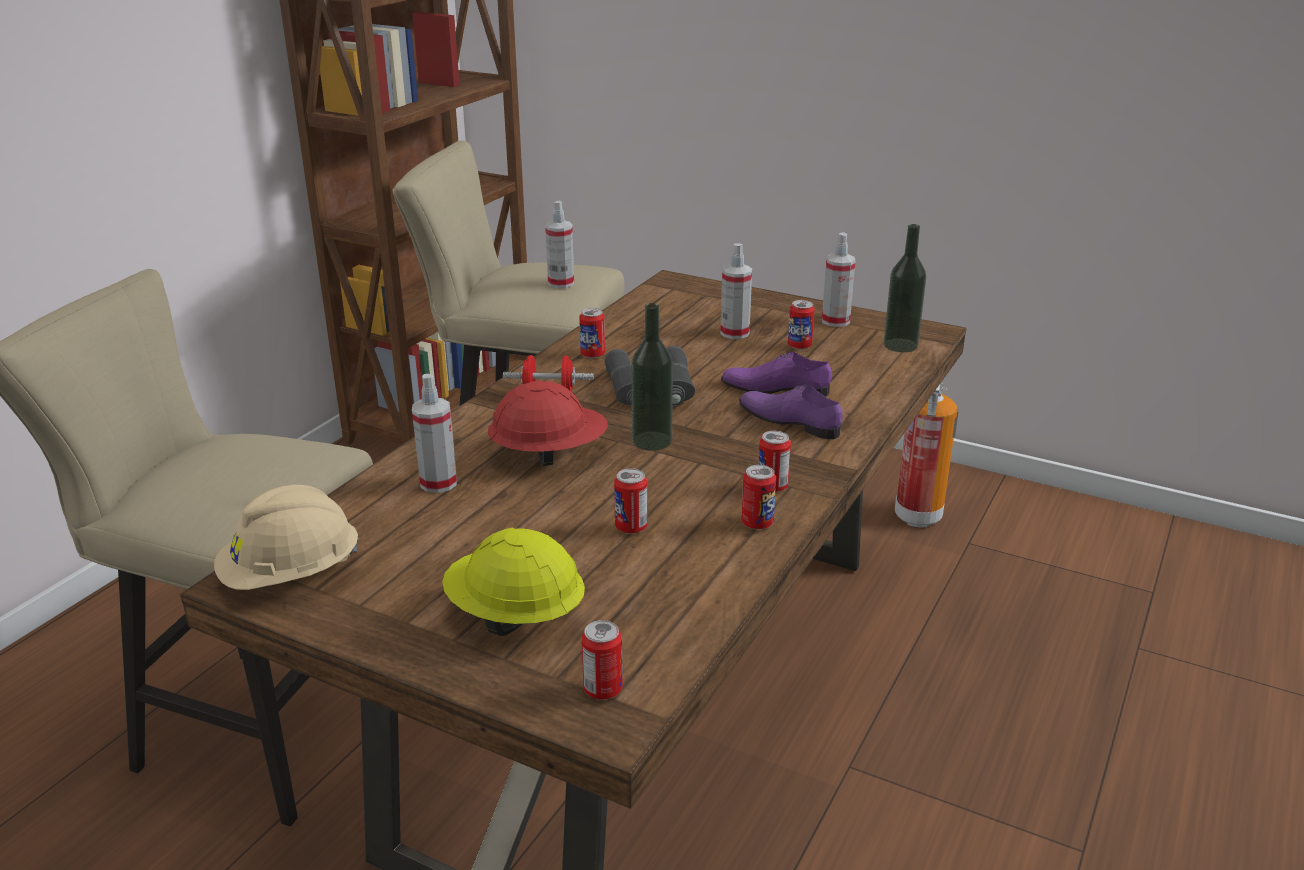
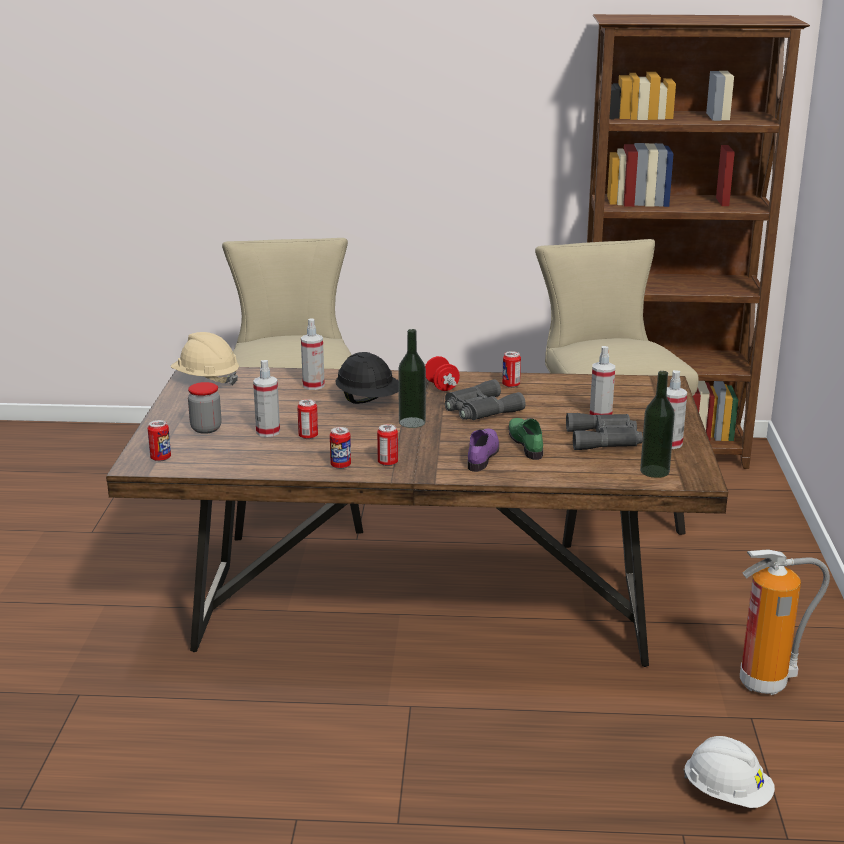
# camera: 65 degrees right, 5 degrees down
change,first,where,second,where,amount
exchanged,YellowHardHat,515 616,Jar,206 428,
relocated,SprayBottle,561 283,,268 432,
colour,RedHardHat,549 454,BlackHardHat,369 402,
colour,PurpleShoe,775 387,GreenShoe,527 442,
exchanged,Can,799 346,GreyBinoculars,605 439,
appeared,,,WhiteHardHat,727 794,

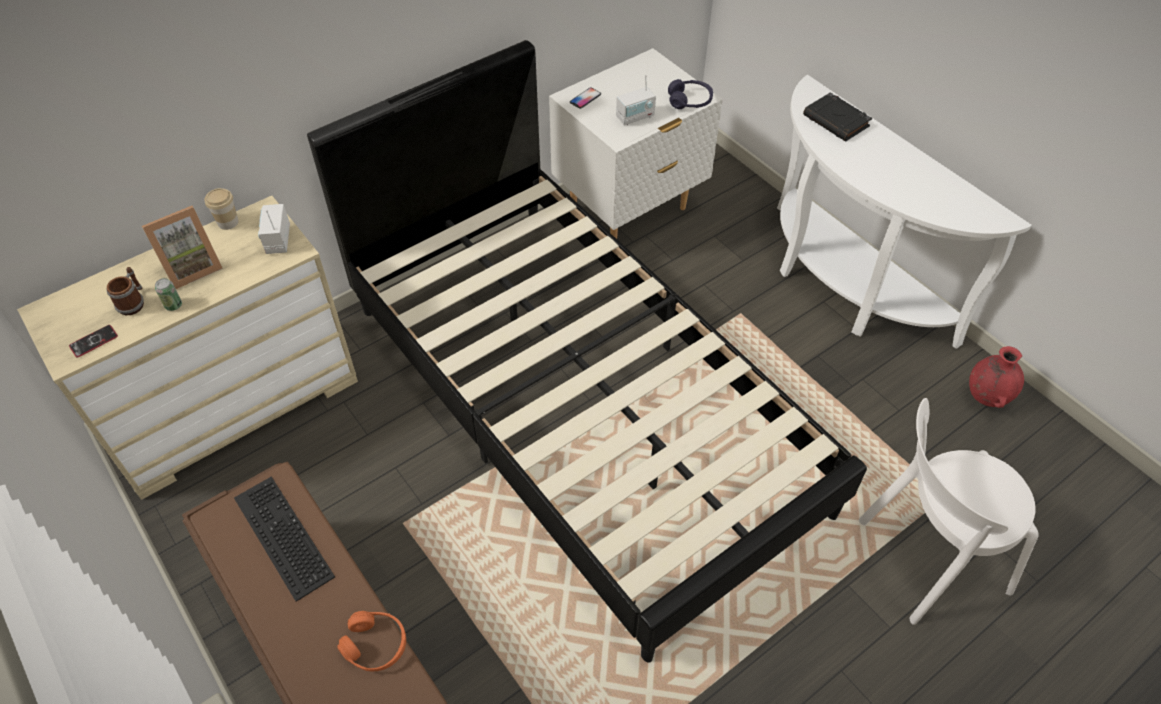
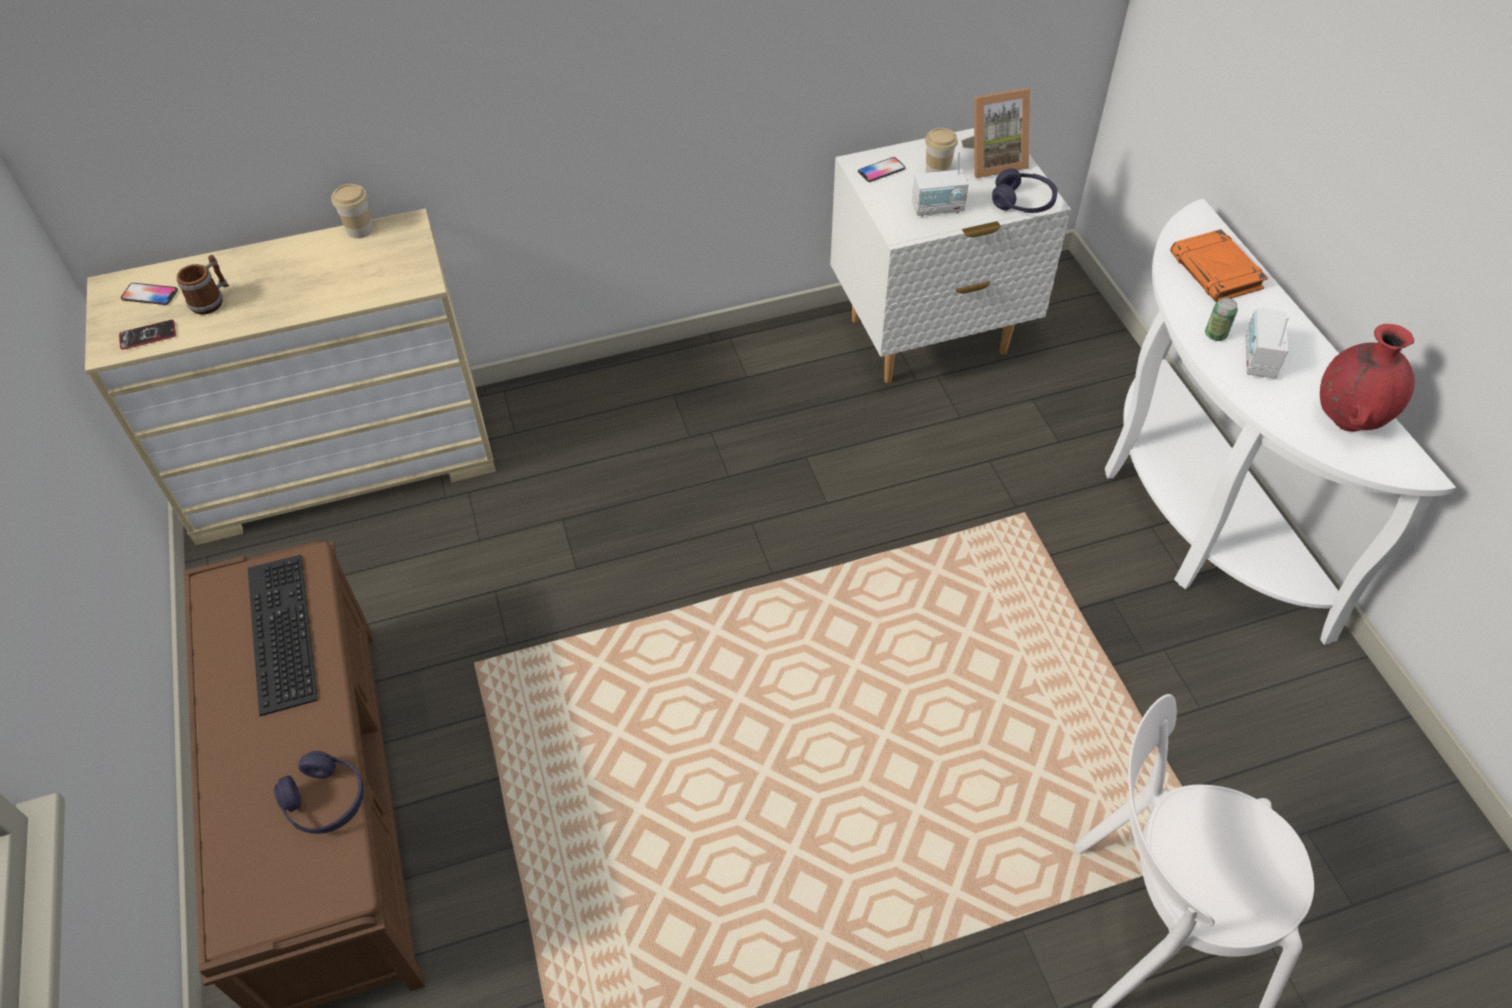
# camera: 20 degrees right, 0 degrees up
change,first,where,second,where,amount
appeared,,,Phone,150 295,
colour,OrangeHeadphones,375 645,PurpleHeadphones,325 800,
appeared,,,Cup,937 171,
relocated,PictureFrame,191 267,,993 161,
colour,BlackBook,836 121,OrangeBook,1216 272,
relocated,Can,173 305,,1215 335,
relocated,Radio,278 240,,1258 359,
relocated,RedVase,985 397,,1347 419,
missing,BlackBed,580 404,,,

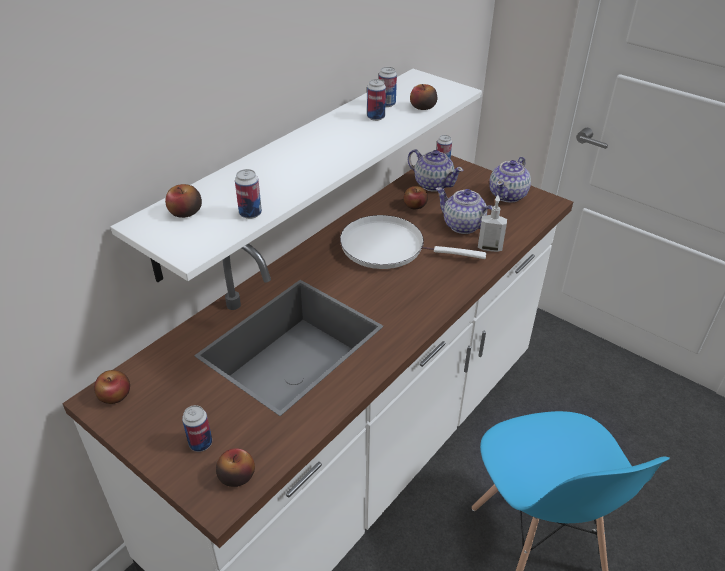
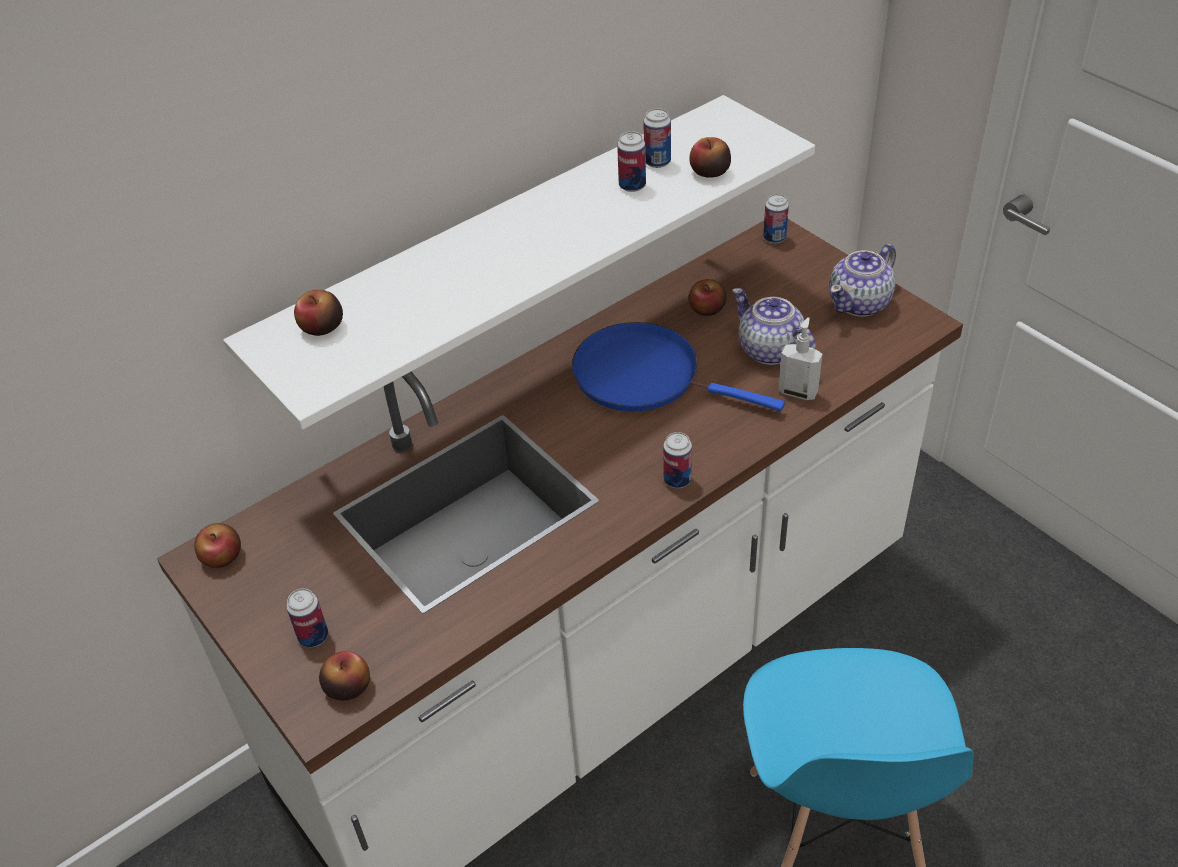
# camera: 15 degrees right, 5 degrees up
change,first,where,second,where,amount
colour,WhiteFryingPan,388 247,BlueFryingPan,645 376,
relocated,Can,250 213,,677 480,
missing,Teapot,433 184,,,

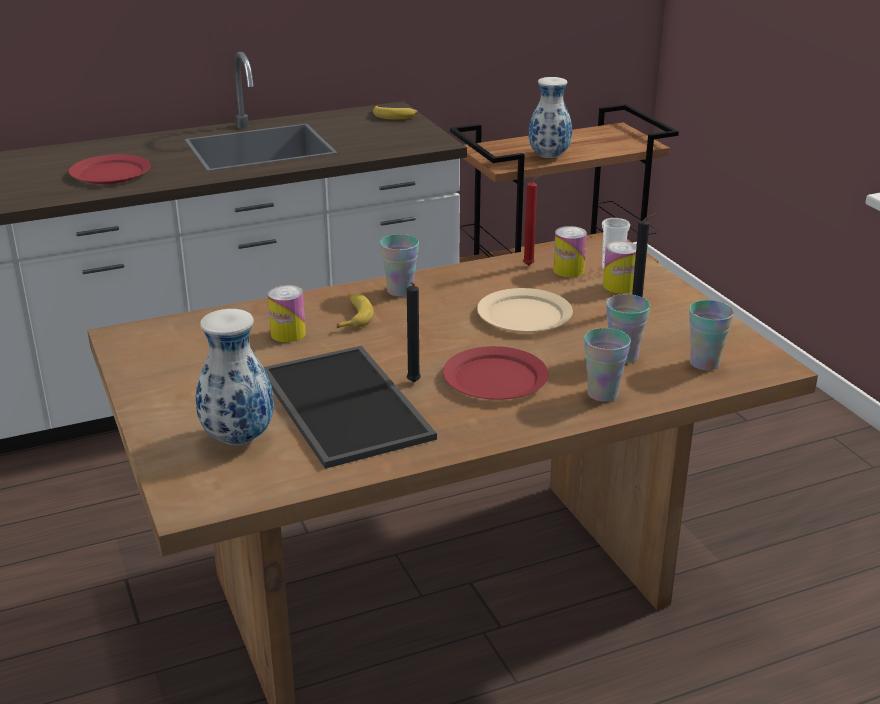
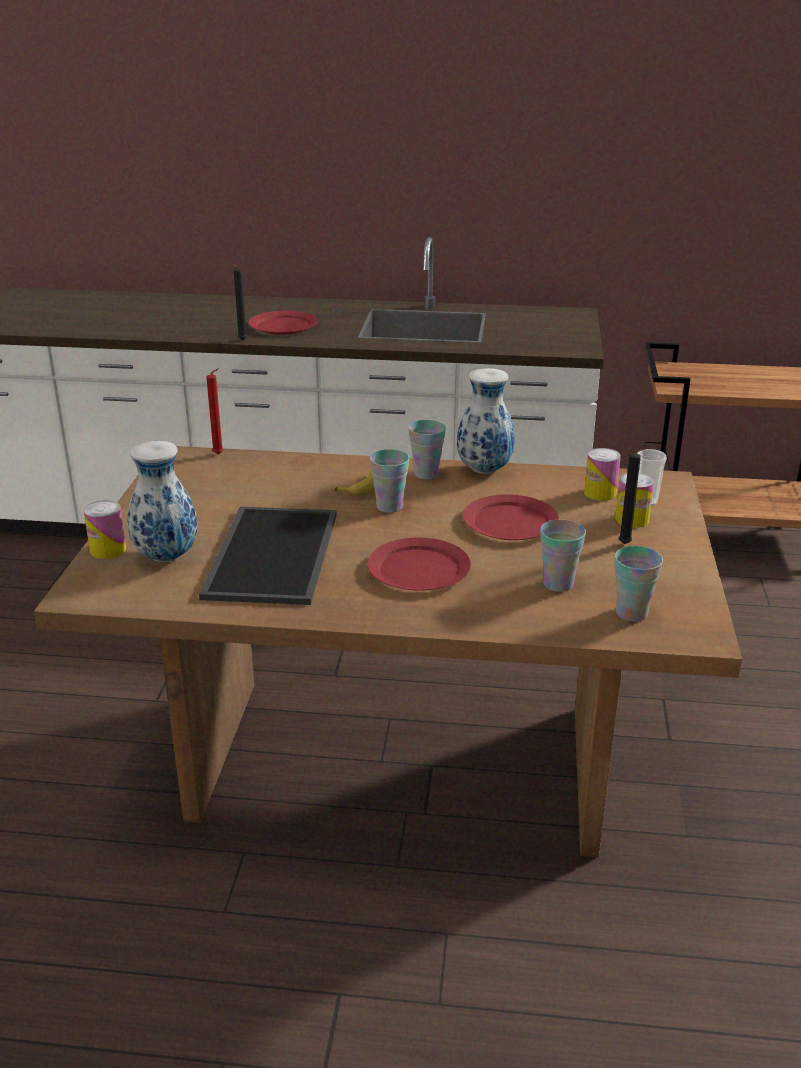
# camera: 30 degrees right, 0 degrees up
change,first,where,second,where,amount
relocated,Can,288 334,,108 550,
relocated,RedCandle,530 265,,219 455,
relocated,BlackCandle,413 383,,241 340,
relocated,Cup,602 394,,389 507,
relocated,Vase,549 156,,485 470,
colour,BeigePlate,525 315,RedPlate,511 522,
missing,Banana,394 116,,,

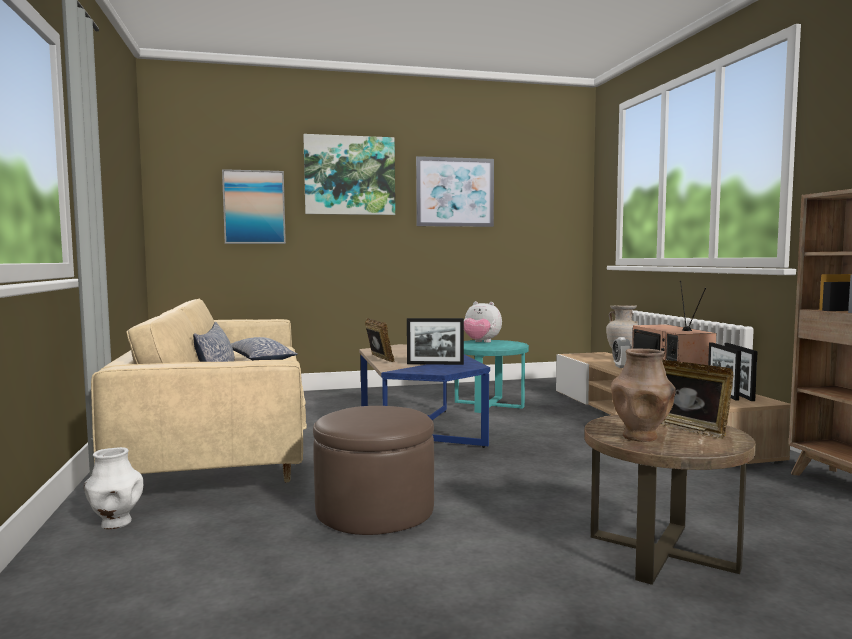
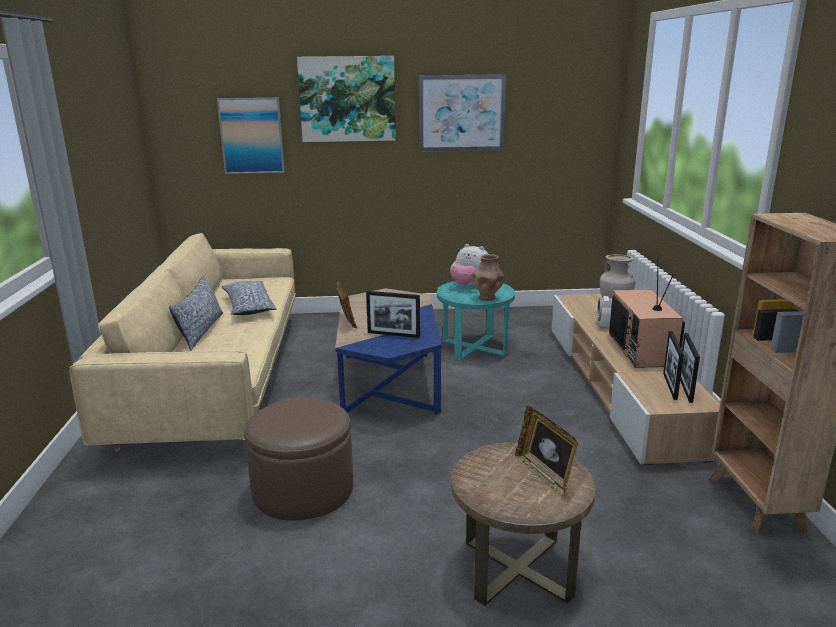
# camera: 10 degrees right, 15 degrees up
change,first,where,second,where,amount
relocated,BrownVase,641 437,,487 298,
missing,WhiteVase,115 523,,,

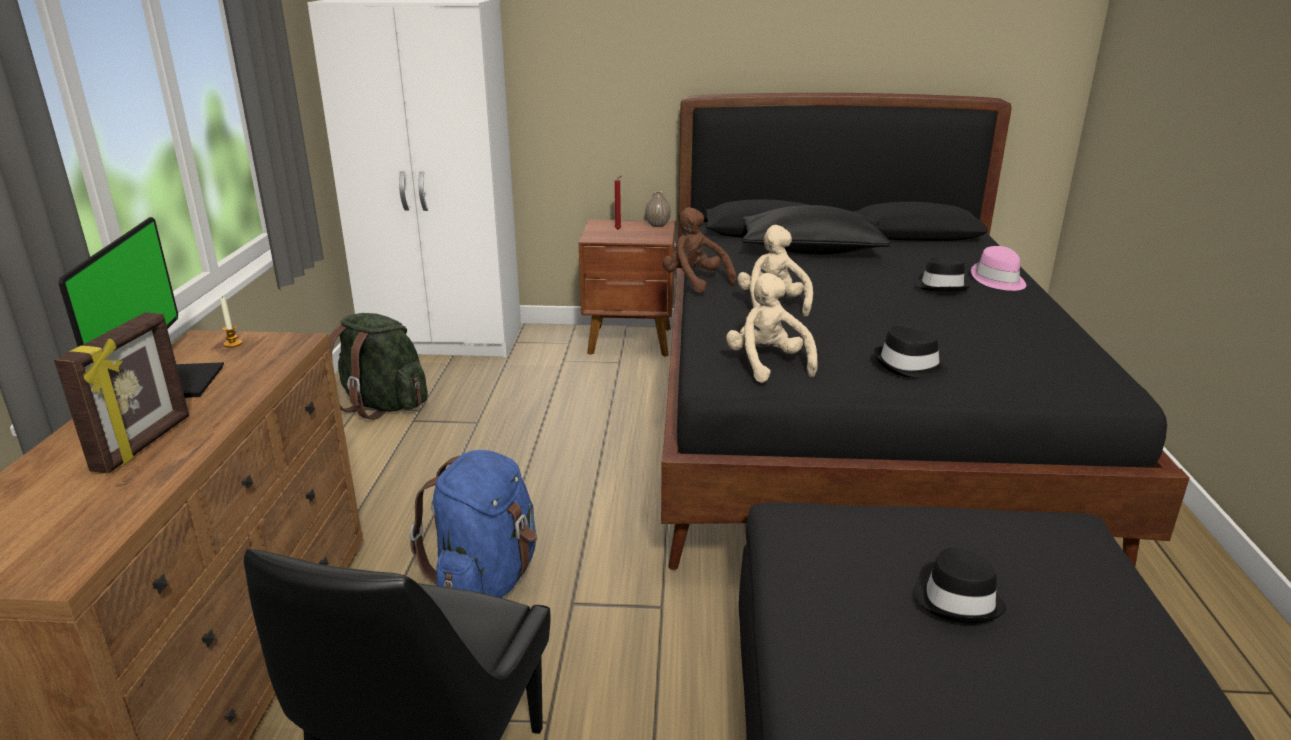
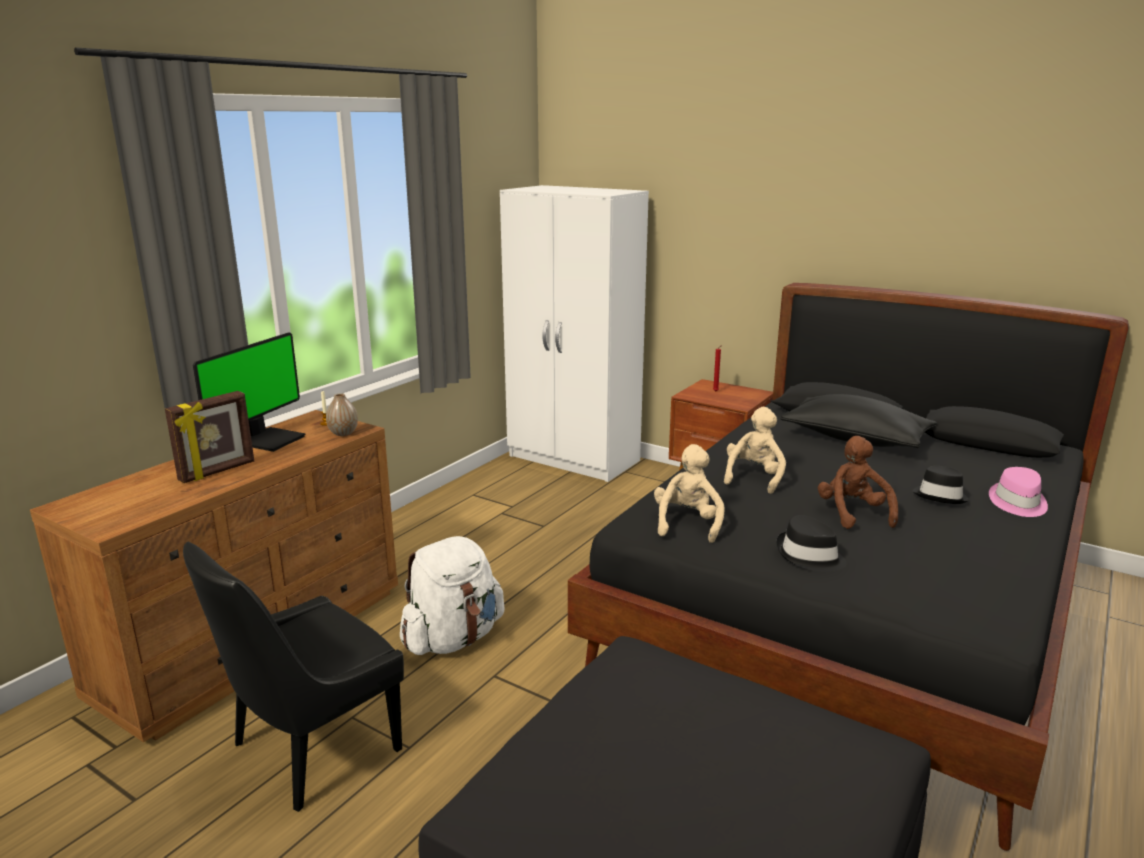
# camera: 30 degrees right, 5 degrees down
change,first,where,second,where,amount
relocated,Vase,657 225,,343 433,
colour,BlueBackpack,486 579,WhiteBackpack,453 639,
relocated,BrownPlushToy,695 282,,853 513,
missing,GreenBackpack,382 405,,,
missing,BlackHat,957 599,,,

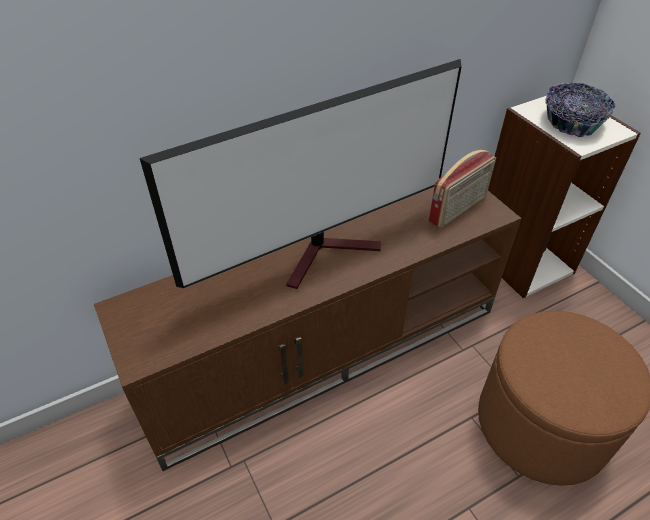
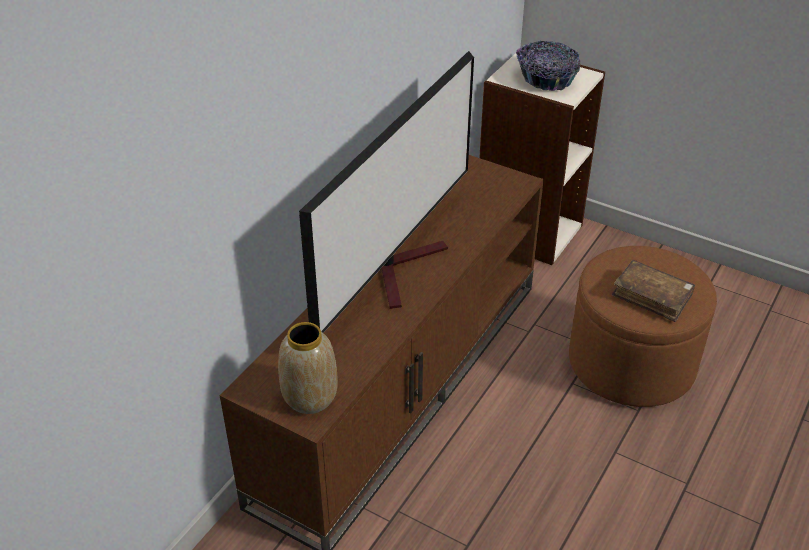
# camera: 30 degrees left, 5 degrees down
change,first,where,second,where,amount
appeared,,,Vase,310 397,
appeared,,,BrownBook,652 297,
missing,Radio,458 210,,,

